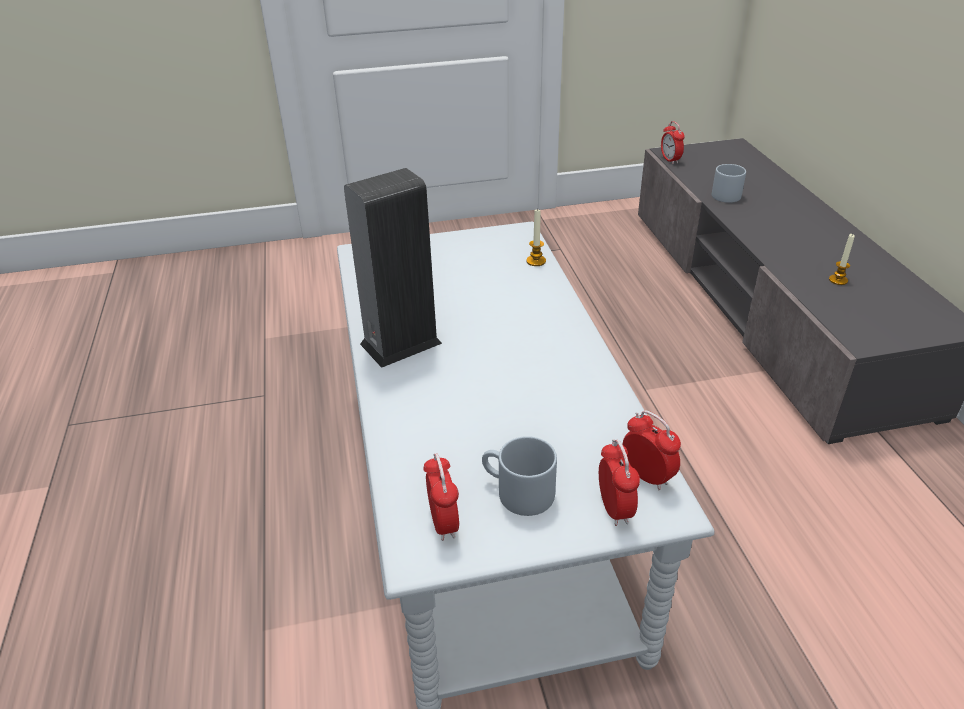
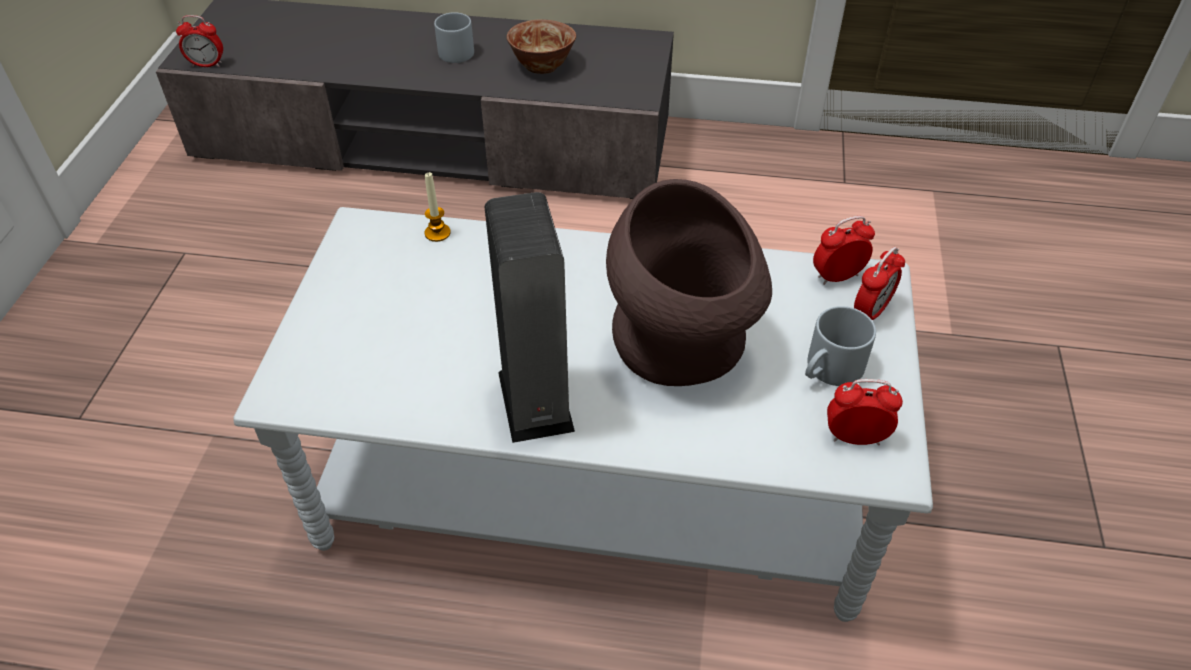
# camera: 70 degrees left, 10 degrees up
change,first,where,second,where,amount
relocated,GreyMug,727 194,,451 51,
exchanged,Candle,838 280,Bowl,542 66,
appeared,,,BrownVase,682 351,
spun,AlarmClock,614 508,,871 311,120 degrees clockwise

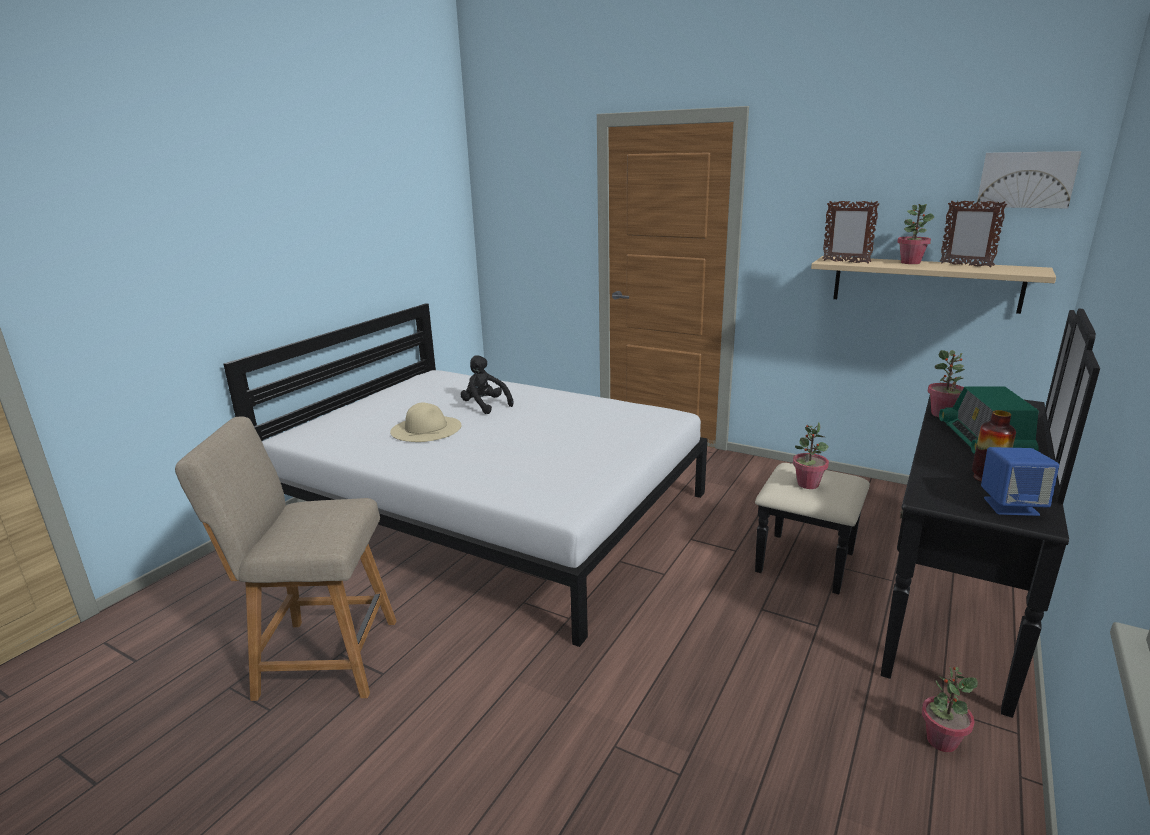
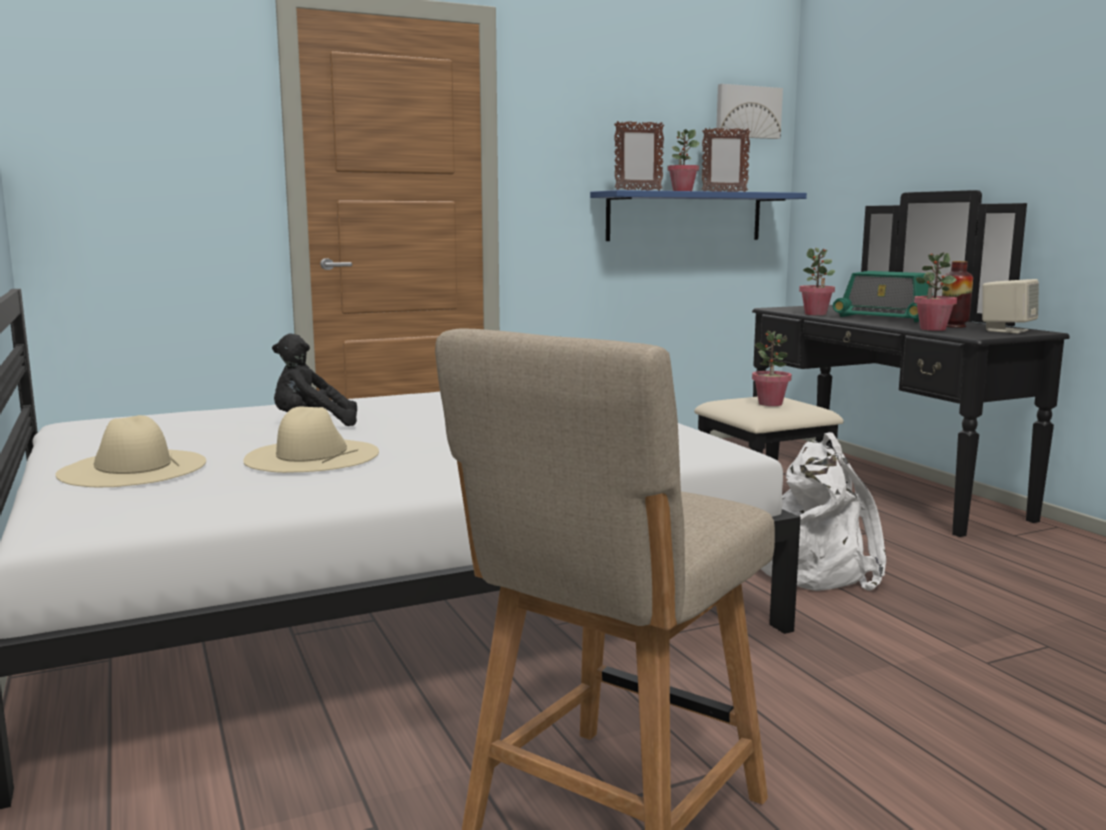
# camera: 55 degrees left, 10 degrees down
change,first,where,second,where,amount
appeared,,,BeigeHat,133 468,
colour,BeigeShelf,925 283,BlueShelf,685 216,
appeared,,,WhiteBackpack,813 568,
relocated,PottedPlant,941 741,,932 329,
colour,BlueSpeaker,1010 506,BeigeSpeaker,1007 330,

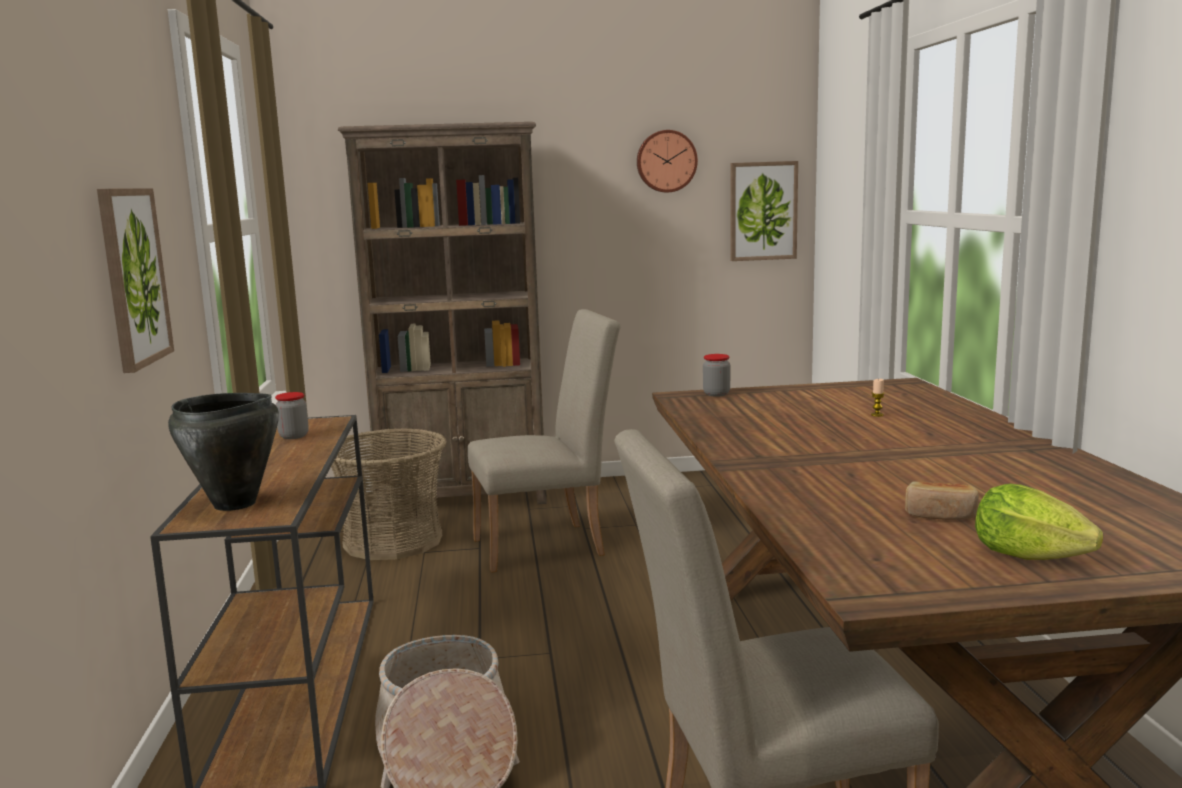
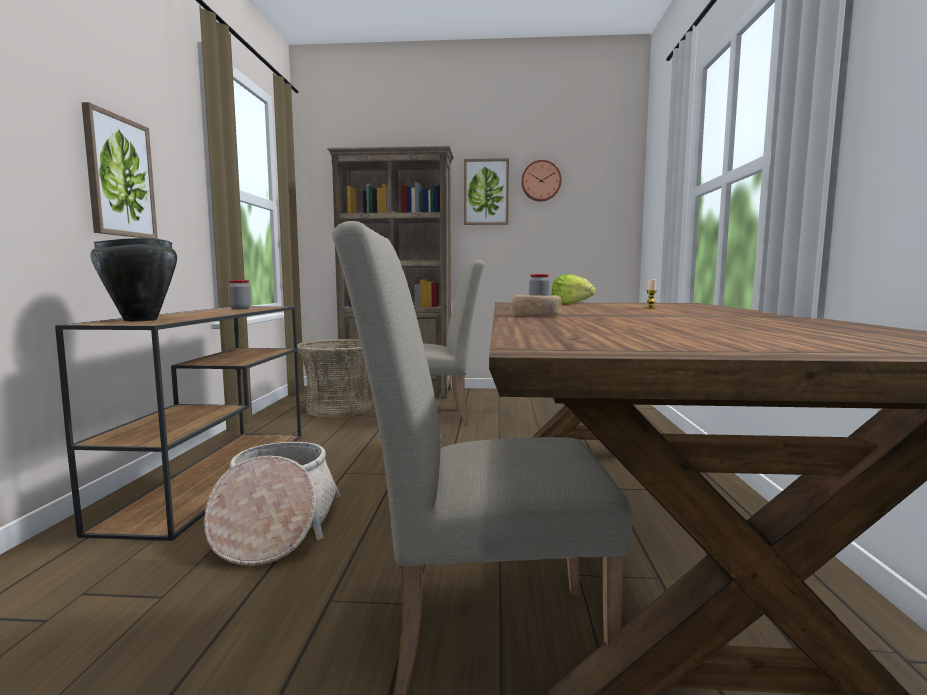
# camera: 10 degrees right, 5 degrees down
change,first,where,second,where,amount
relocated,Picture,763 211,,486 192,
relocated,Bread,940 515,,536 316,
relocated,Lettuce,1028 556,,571 304,

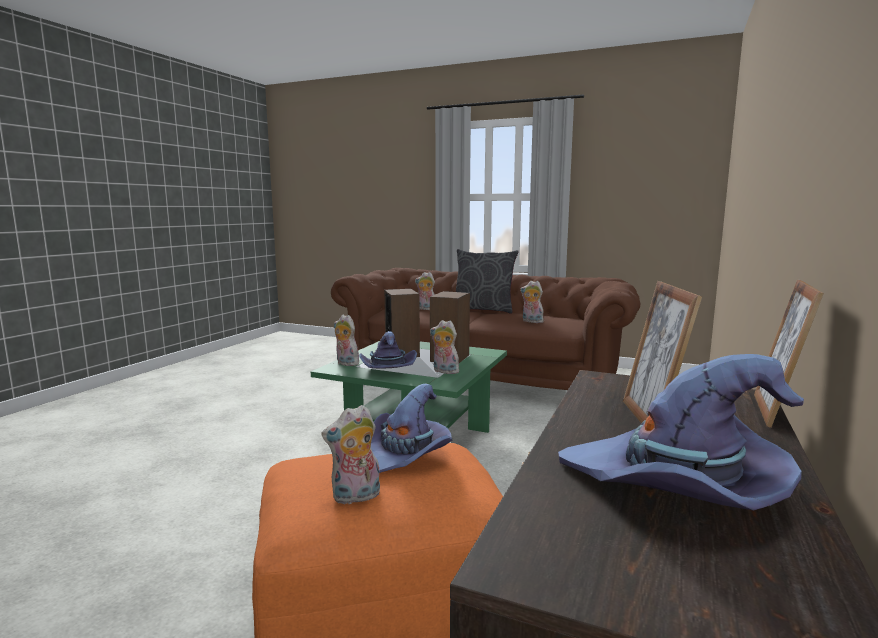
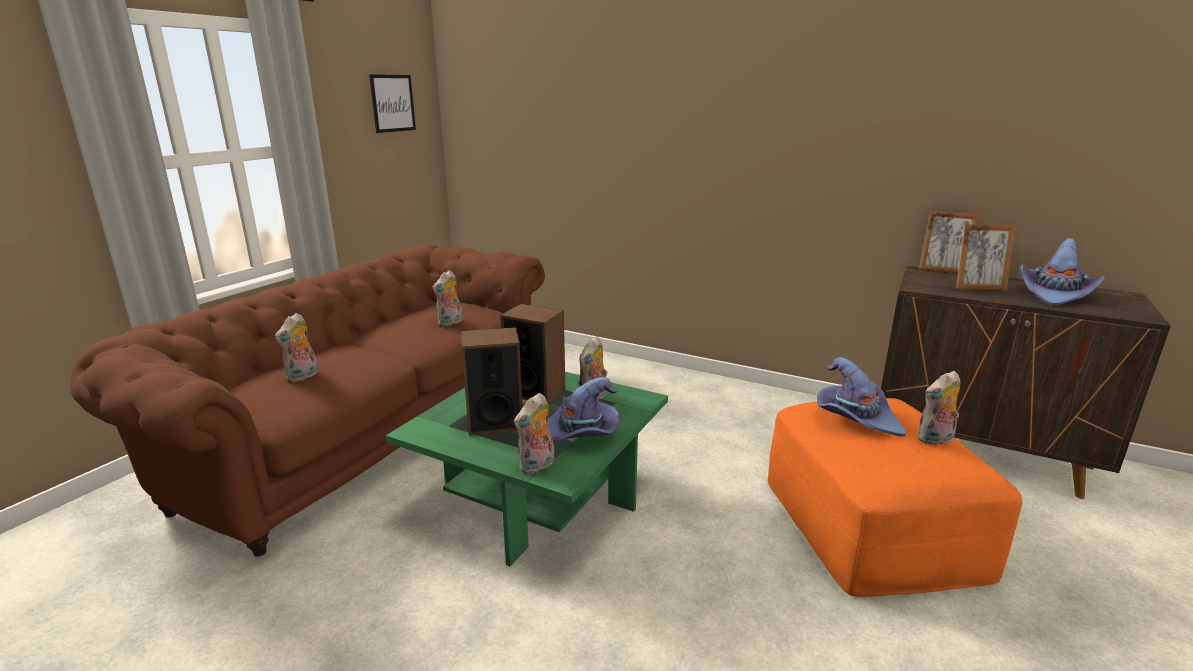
# camera: 85 degrees left, 10 degrees up
change,first,where,second,where,amount
appeared,,,Picture,392 103,
spun,PlushToy,356 497,,935 440,90 degrees clockwise
missing,GreyPillow,483 310,,,

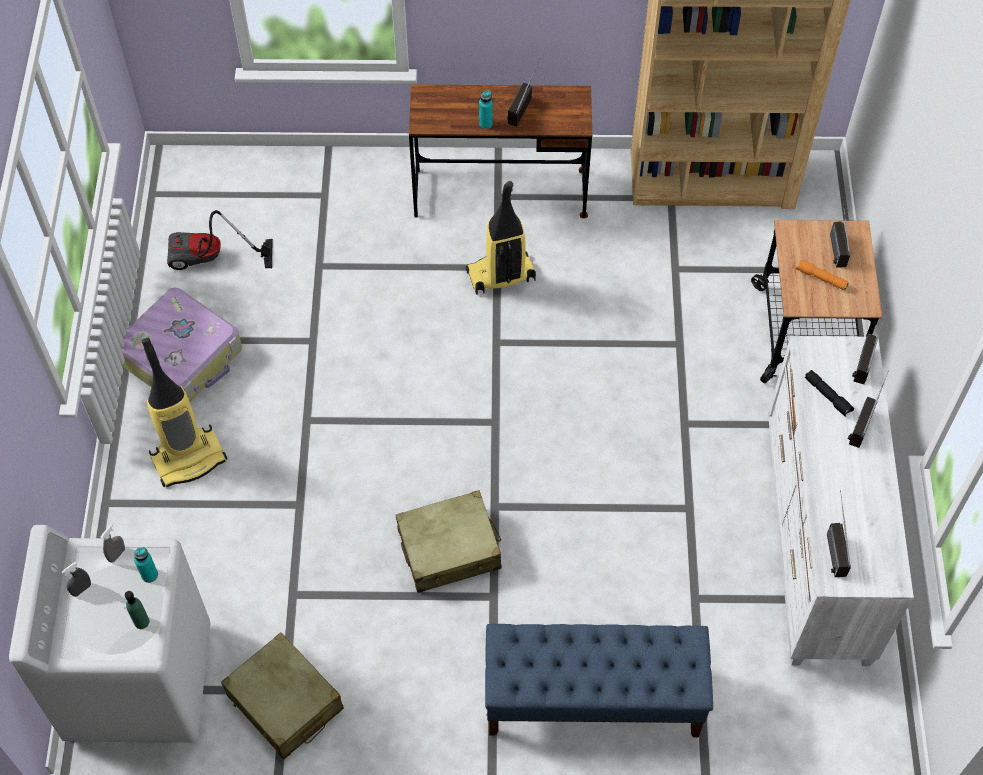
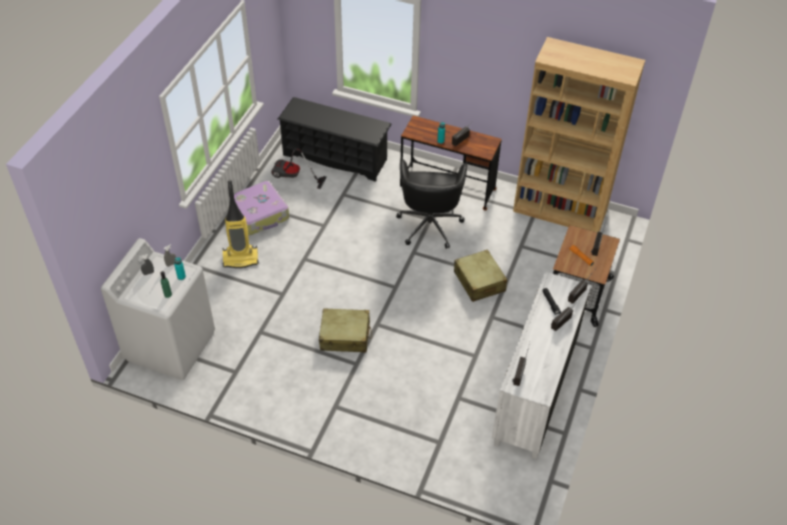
# camera: 20 degrees right, 10 degrees down
change,first,where,second,where,amount
appeared,,,BlackShoeRack,336 157,
exchanged,VacuumCleaner,500 276,BlackOfficeChair,429 224,
relocated,BeigeSuitcase,285 702,,479 281,
missing,BlueBench,592 699,,,

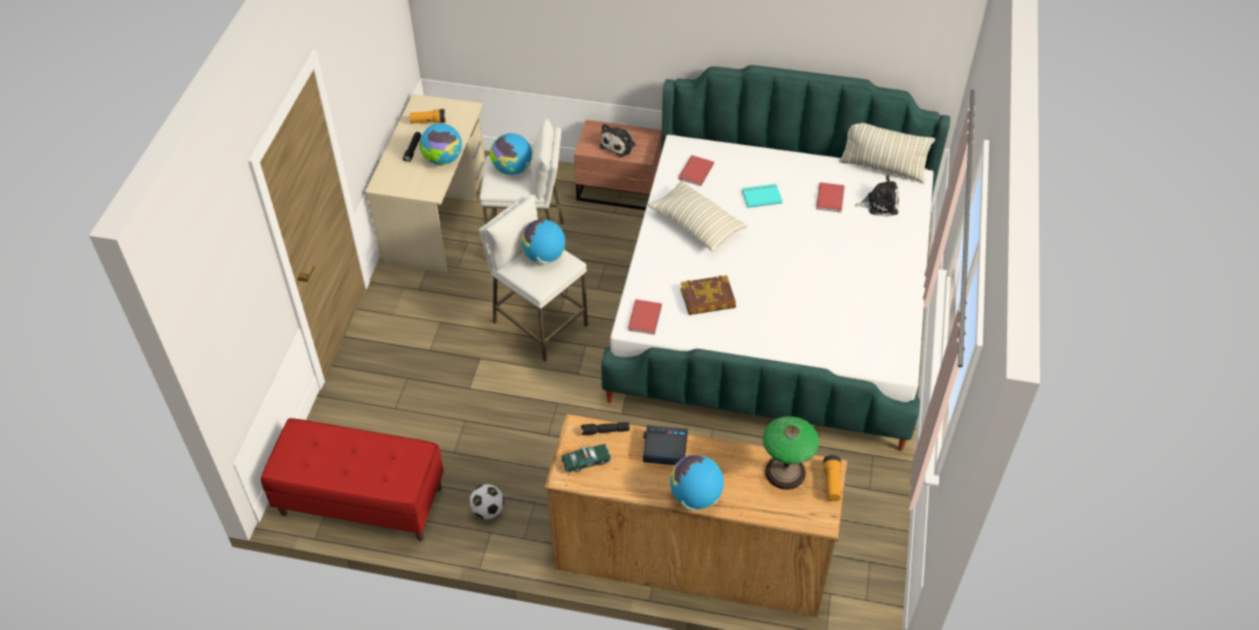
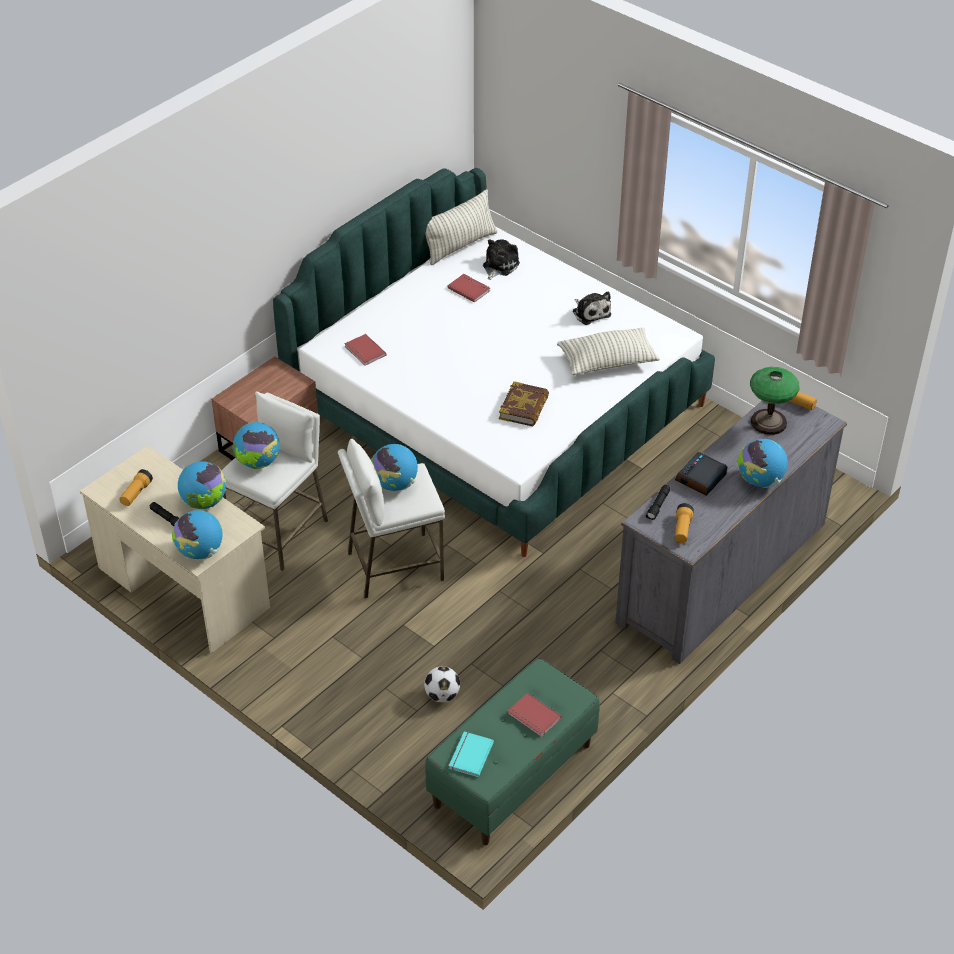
# camera: 60 degrees left, 5 degrees down
change,first,where,second,where,amount
appeared,,,Globe,200 551,
relocated,Football,488 510,,442 695,
colour,RedBench,361 501,GreenBench,513 775,
relocated,TurquoiseBook,761 196,,469 755,
relocated,RedBook,643 318,,533 717,
relocated,Pillow,696 225,,607 361,
relocated,PlushToy,619 145,,590 312,
colour,BrownDresser,690 556,GreyDresser,722 572,
exchanged,ToyCar,586 461,Flashlight,682 529,

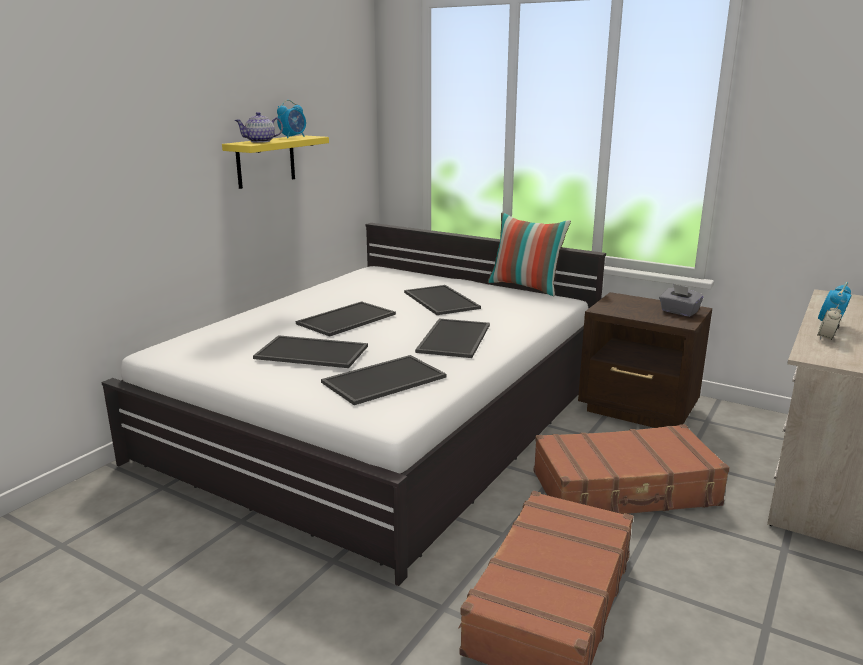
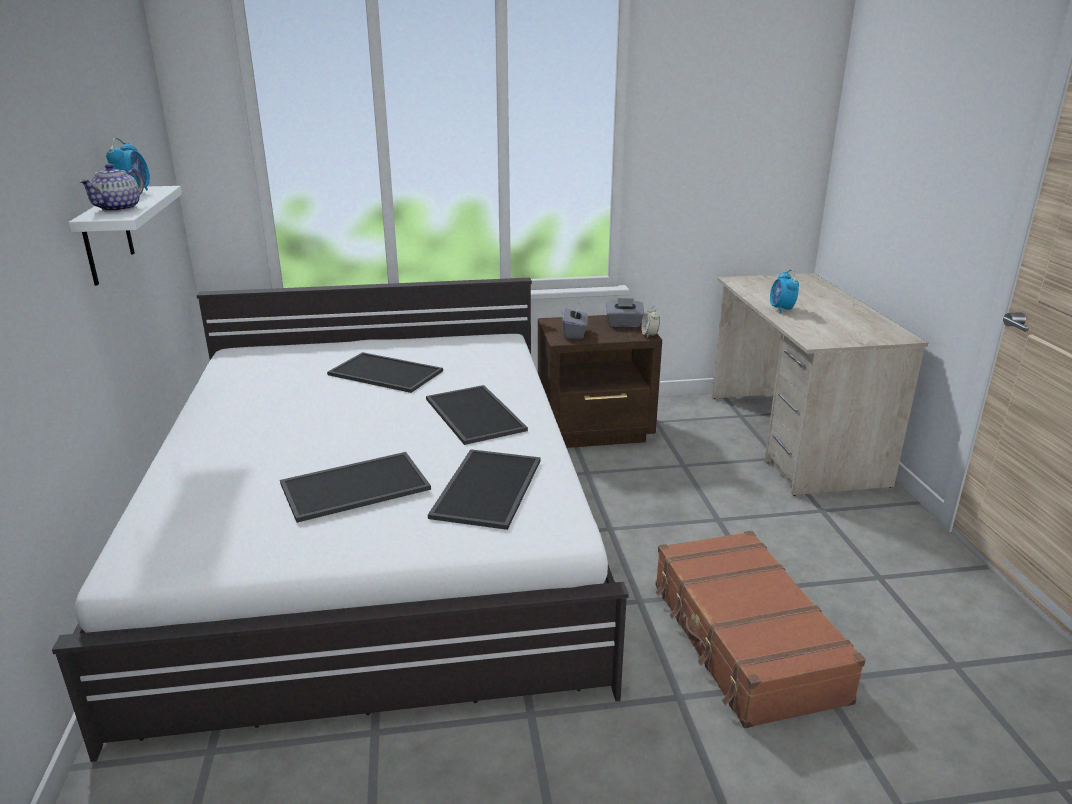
# camera: 40 degrees left, 5 degrees up
change,first,where,second,where,amount
colour,YellowShelf,266 161,WhiteShelf,107 236,
appeared,,,GreyTissueBox,574 333,
relocated,AlarmClock,826 338,,649 335,
missing,Tray,346 319,,,
missing,Pillow,525 287,,,
missing,BrownSuitcase,625 489,,,

